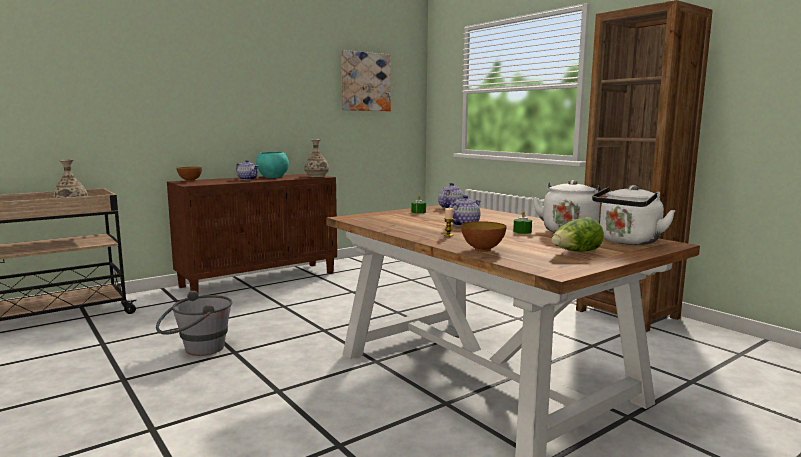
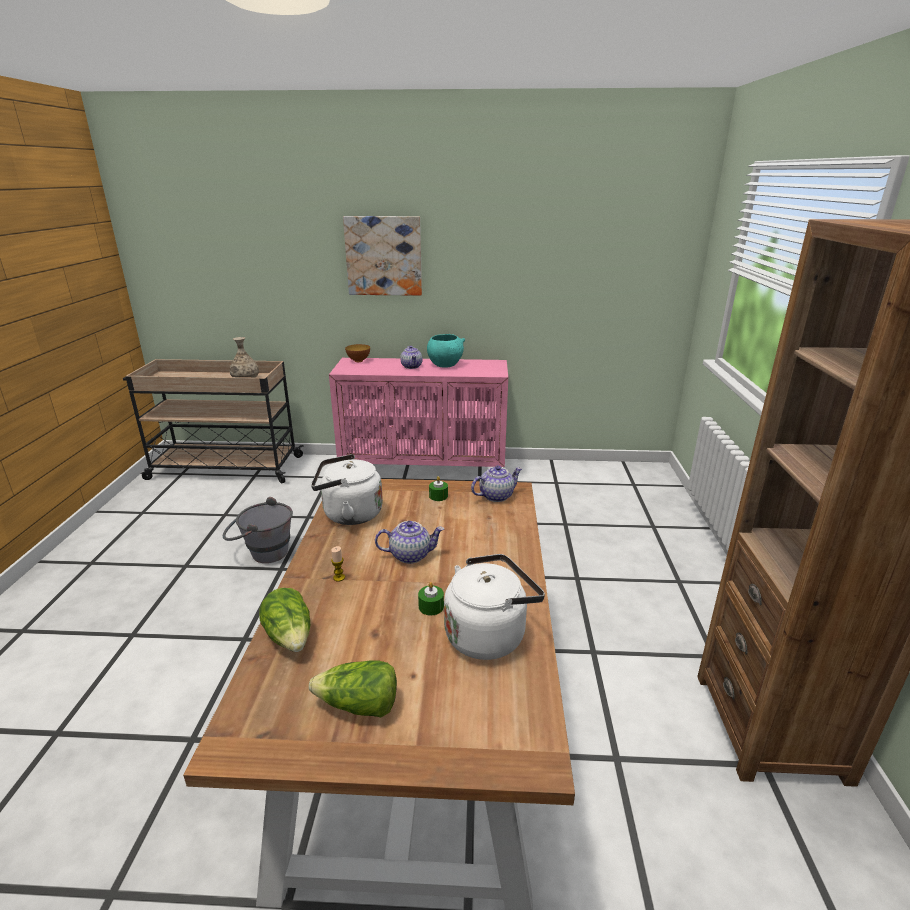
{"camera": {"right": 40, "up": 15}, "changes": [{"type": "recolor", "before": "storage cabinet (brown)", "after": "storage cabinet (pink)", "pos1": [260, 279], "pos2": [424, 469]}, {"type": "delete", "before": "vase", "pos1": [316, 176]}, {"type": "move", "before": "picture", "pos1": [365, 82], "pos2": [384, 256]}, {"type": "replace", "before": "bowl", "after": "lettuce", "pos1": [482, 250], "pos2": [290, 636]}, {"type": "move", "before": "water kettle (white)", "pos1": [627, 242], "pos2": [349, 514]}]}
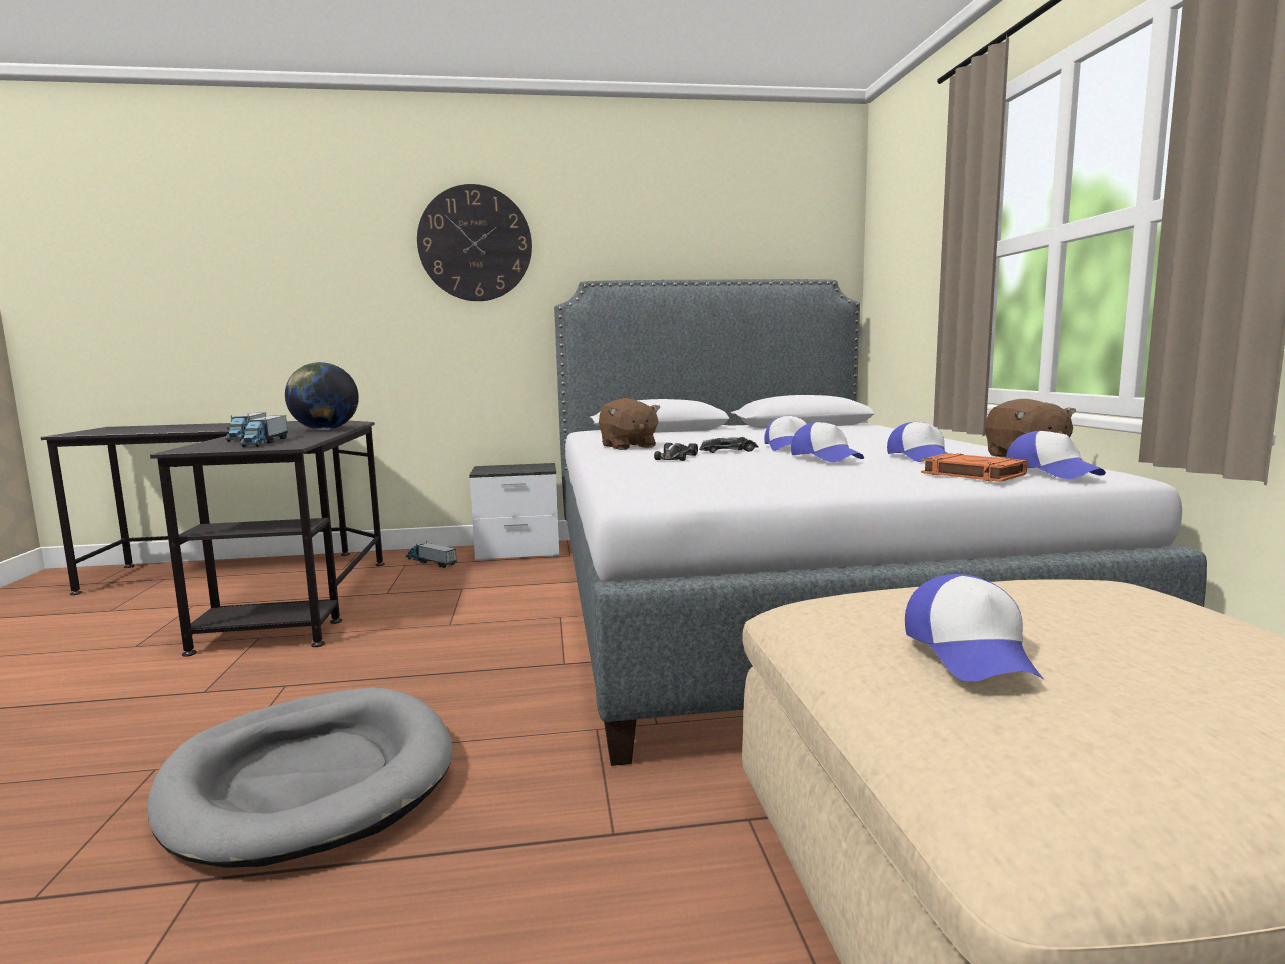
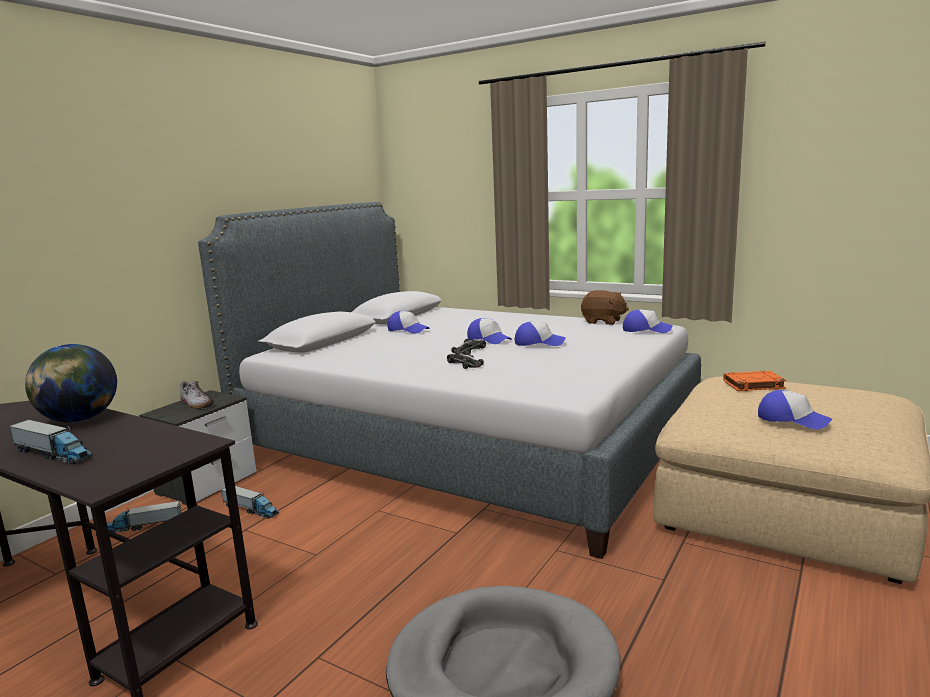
{"camera": {"right": -50, "up": 5}, "changes": [{"type": "move", "before": "toy truck", "pos1": [265, 442], "pos2": [251, 509]}, {"type": "delete", "before": "hanging clock", "pos1": [475, 243]}, {"type": "delete", "before": "cuddly toy (brown)", "pos1": [628, 446]}, {"type": "move", "before": "peaked cap", "pos1": [921, 457], "pos2": [408, 330]}, {"type": "move", "before": "bound book (orange)", "pos1": [971, 474], "pos2": [753, 385]}, {"type": "insert", "after": "item of footwear", "pos2": [196, 404]}]}
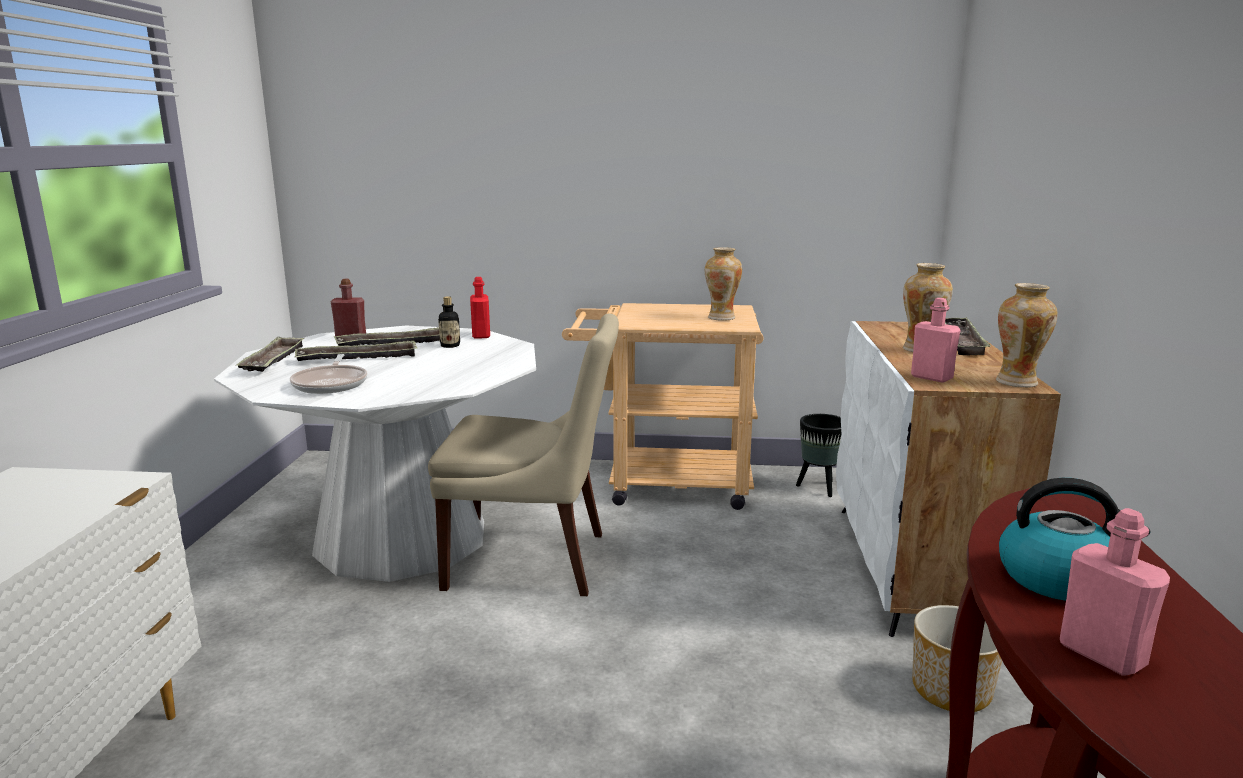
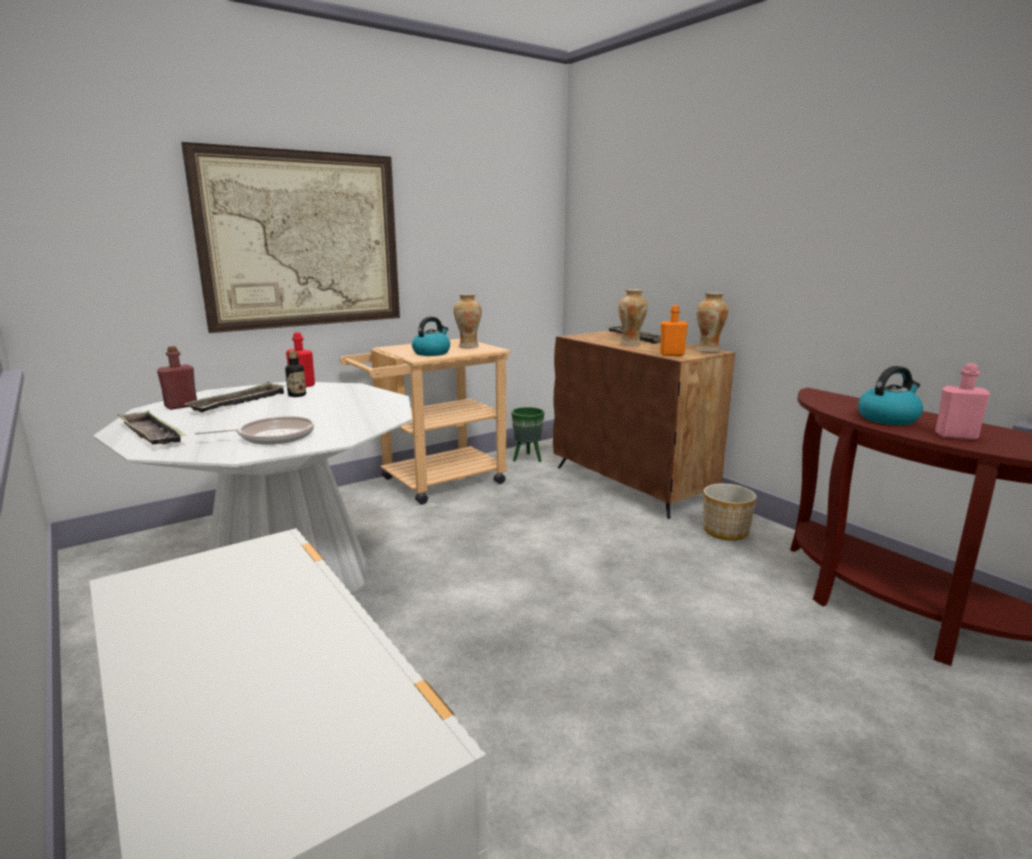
{"camera": {"right": -40, "up": 0}, "changes": [{"type": "rotate", "before": "frying pan", "pos1": [331, 384], "pos2": [272, 437], "turn": -60}, {"type": "delete", "before": "tray", "pos1": [358, 358]}, {"type": "delete", "before": "plain chair (beige-coloured)", "pos1": [533, 561]}, {"type": "recolor", "before": "planter (blackish)", "after": "planter (greenish)", "pos1": [819, 488], "pos2": [527, 459]}, {"type": "recolor", "before": "storage cabinet (white)", "after": "storage cabinet (brown)", "pos1": [914, 568], "pos2": [632, 484]}, {"type": "recolor", "before": "drink bottle (pink)", "after": "drink bottle (orange)", "pos1": [931, 377], "pos2": [672, 354]}, {"type": "insert", "after": "picture", "pos2": [303, 240]}, {"type": "insert", "after": "water kettle", "pos2": [431, 353]}]}
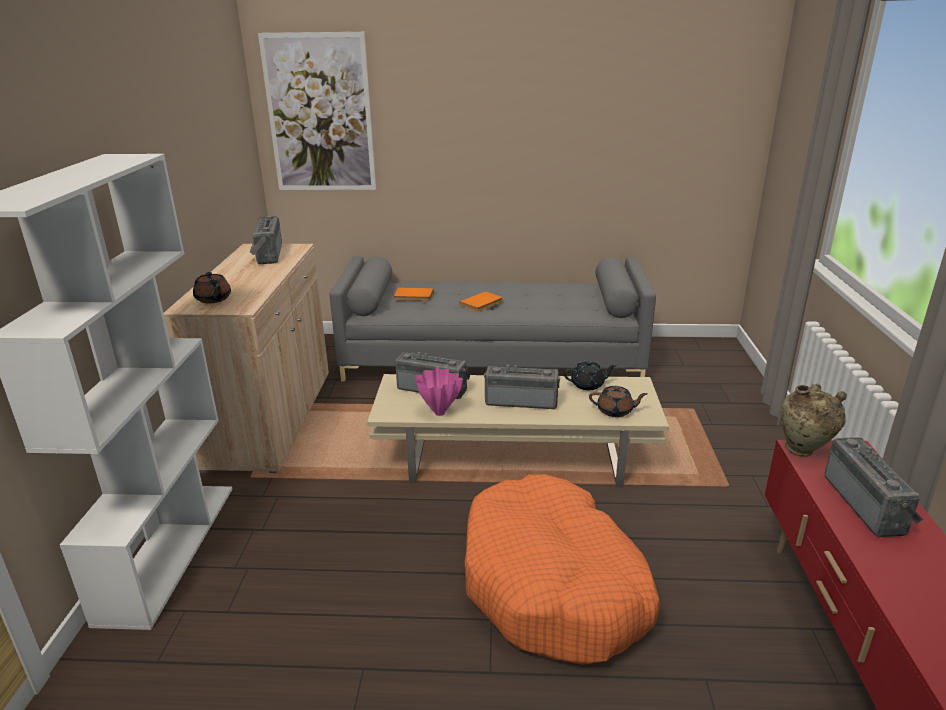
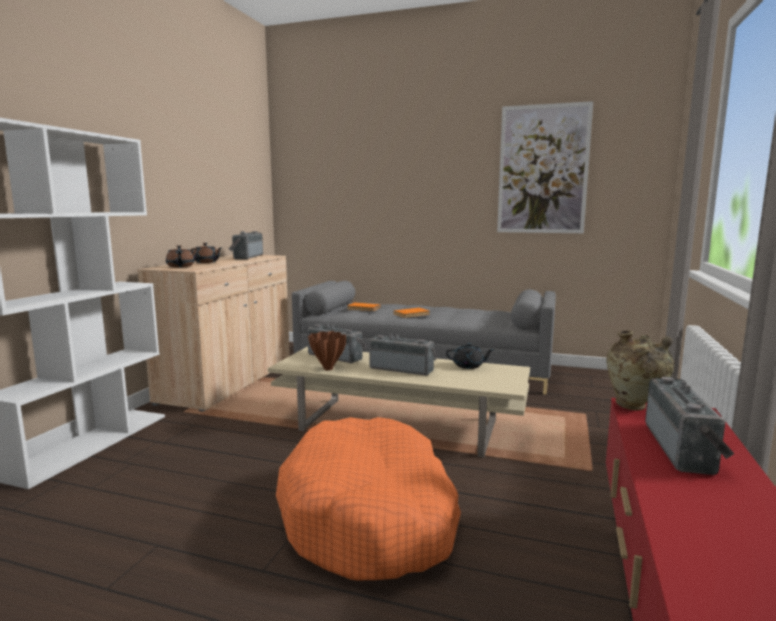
{"camera": {"right": 15, "up": -15}, "changes": [{"type": "move", "before": "picture", "pos1": [320, 114], "pos2": [543, 170]}, {"type": "recolor", "before": "vase (pink)", "after": "vase (brown)", "pos1": [438, 413], "pos2": [327, 369]}, {"type": "move", "before": "pot for tea (brown)", "pos1": [615, 411], "pos2": [206, 262]}]}
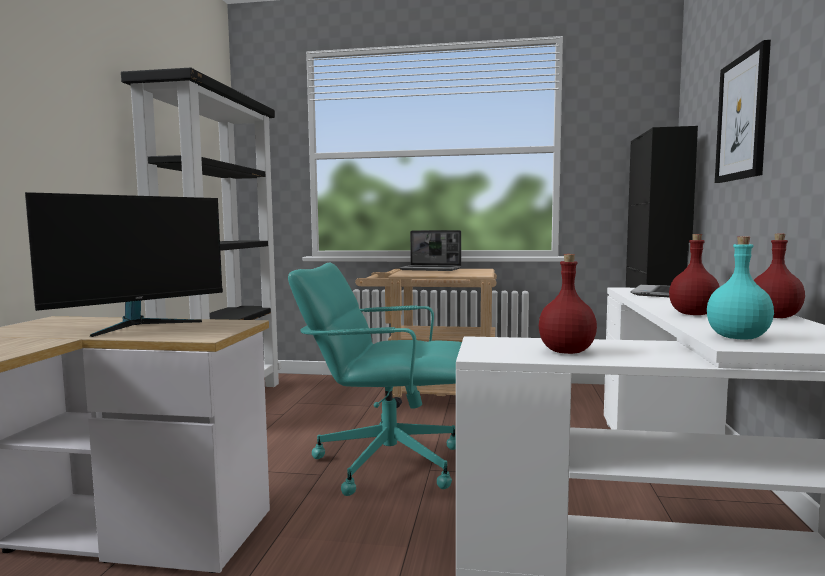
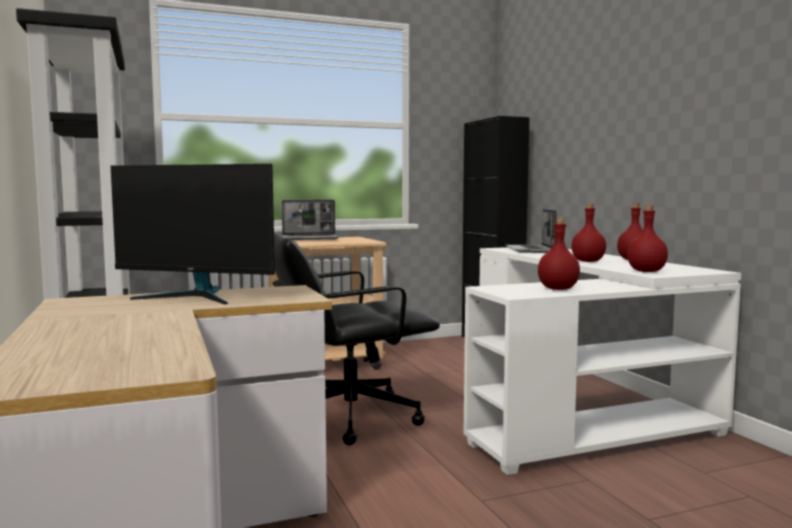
{"camera": {"right": -30, "up": 0}, "changes": [{"type": "rotate", "before": "computer display", "pos1": [139, 324], "pos2": [196, 296], "turn": 90}, {"type": "recolor", "before": "desk chair (blue-green)", "after": "desk chair (blackish)", "pos1": [387, 462], "pos2": [348, 417]}, {"type": "recolor", "before": "drink bottle (blue-green)", "after": "drink bottle (red-coloured)", "pos1": [737, 338], "pos2": [646, 271]}, {"type": "delete", "before": "picture", "pos1": [743, 118]}]}
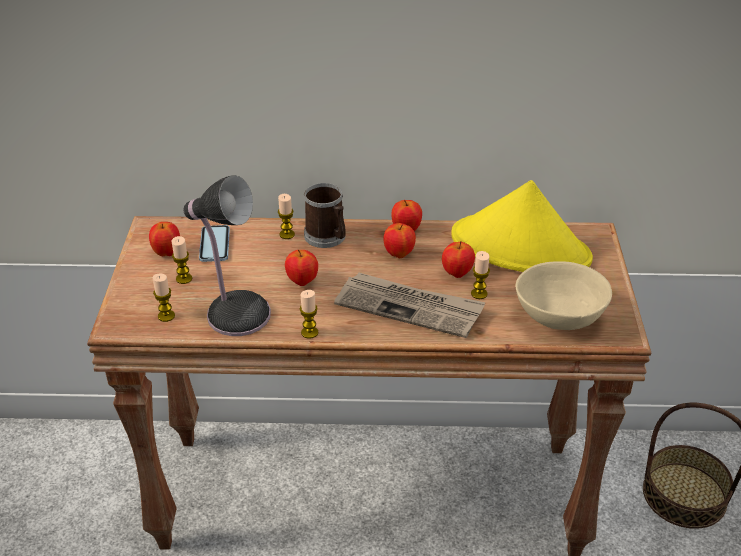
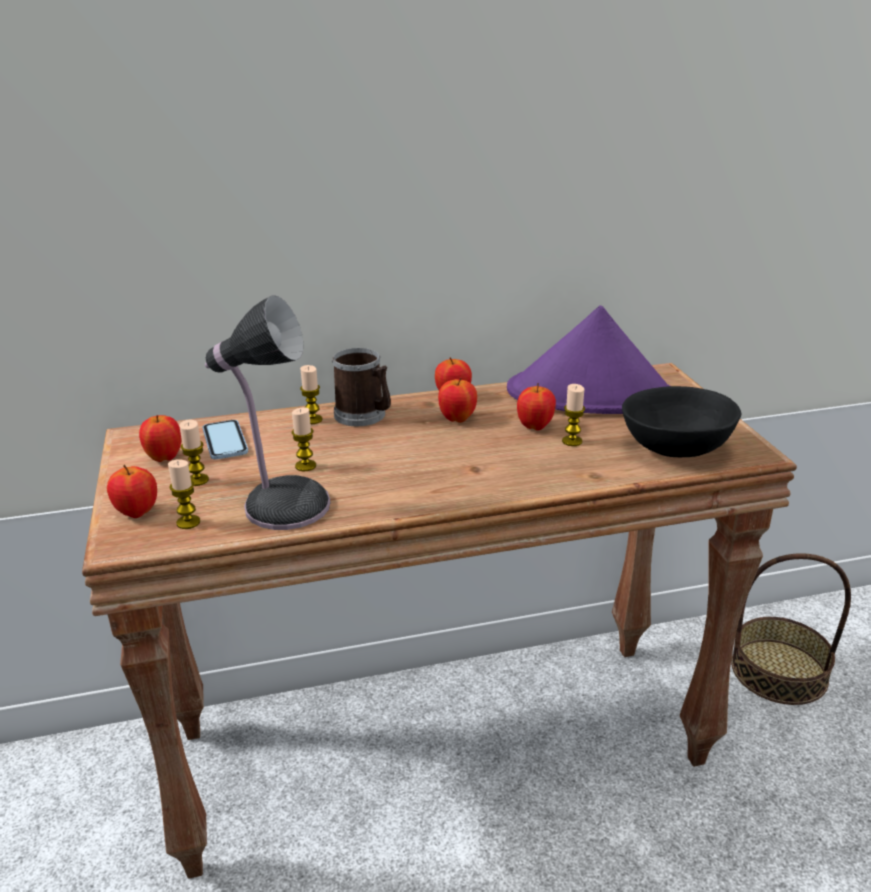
{"camera": {"right": -15, "up": -10}, "changes": [{"type": "move", "before": "whole apple", "pos1": [302, 281], "pos2": [137, 513]}, {"type": "move", "before": "wax light", "pos1": [309, 332], "pos2": [305, 466]}, {"type": "delete", "before": "daily paper", "pos1": [410, 307]}, {"type": "recolor", "before": "wearable hat (yellowish)", "after": "wearable hat (purple)", "pos1": [521, 248], "pos2": [591, 395]}, {"type": "recolor", "before": "bowl (beige-coloured)", "after": "bowl (blackish)", "pos1": [561, 317], "pos2": [677, 448]}]}
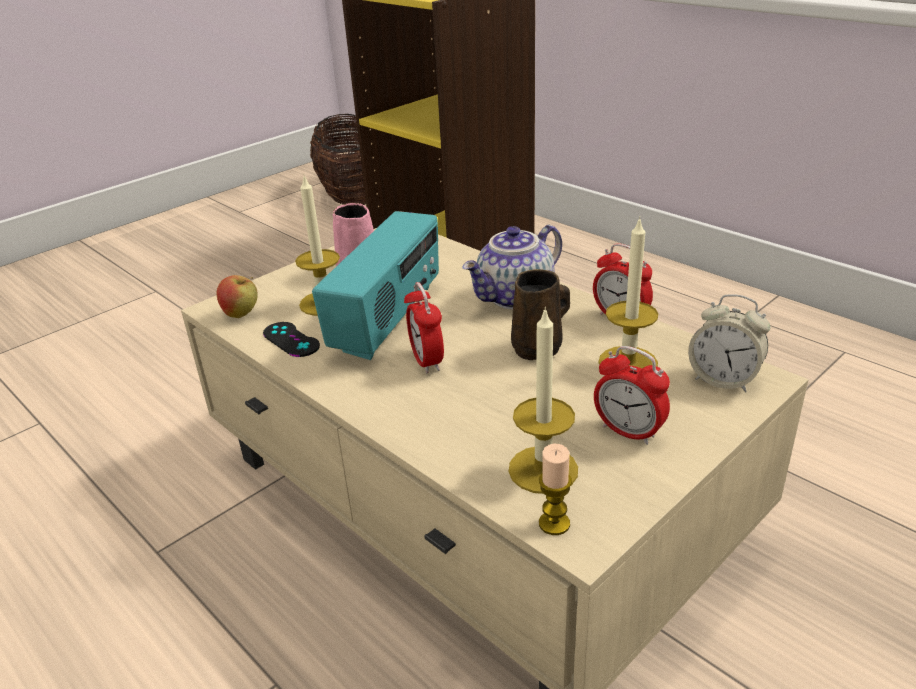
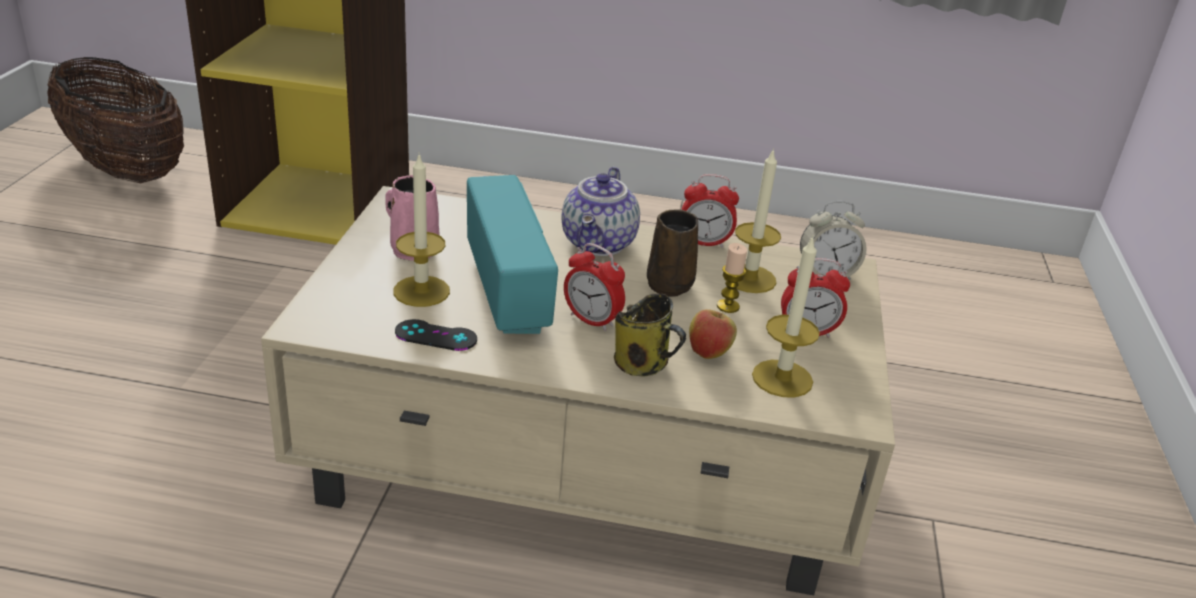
{"camera": {"right": -40, "up": 0}, "changes": [{"type": "move", "before": "whole apple", "pos1": [241, 314], "pos2": [709, 353]}, {"type": "move", "before": "wax light", "pos1": [554, 523], "pos2": [728, 306]}, {"type": "insert", "after": "mug", "pos2": [643, 365]}]}
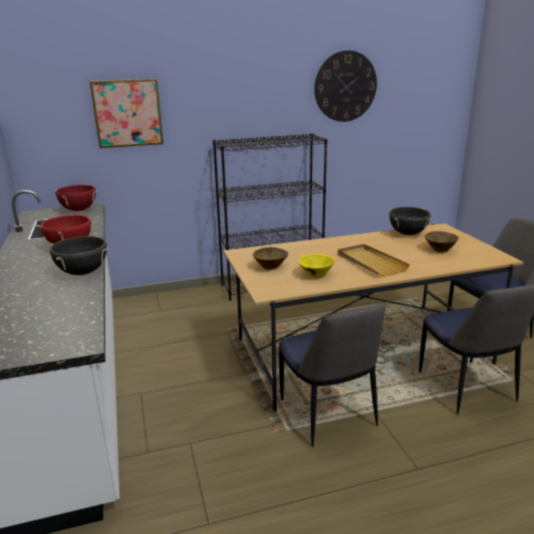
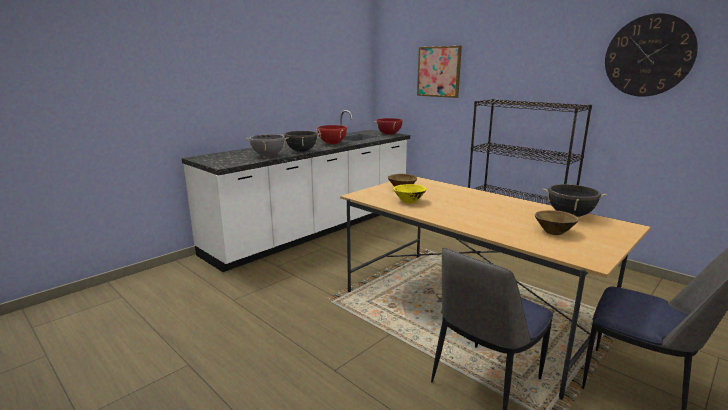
{"camera": {"right": 60, "up": -5}, "changes": [{"type": "delete", "before": "plain chair", "pos1": [328, 415]}, {"type": "delete", "before": "tray (beige-coloured)", "pos1": [370, 262]}, {"type": "insert", "after": "saucepot (greyish)", "pos2": [268, 156]}]}
